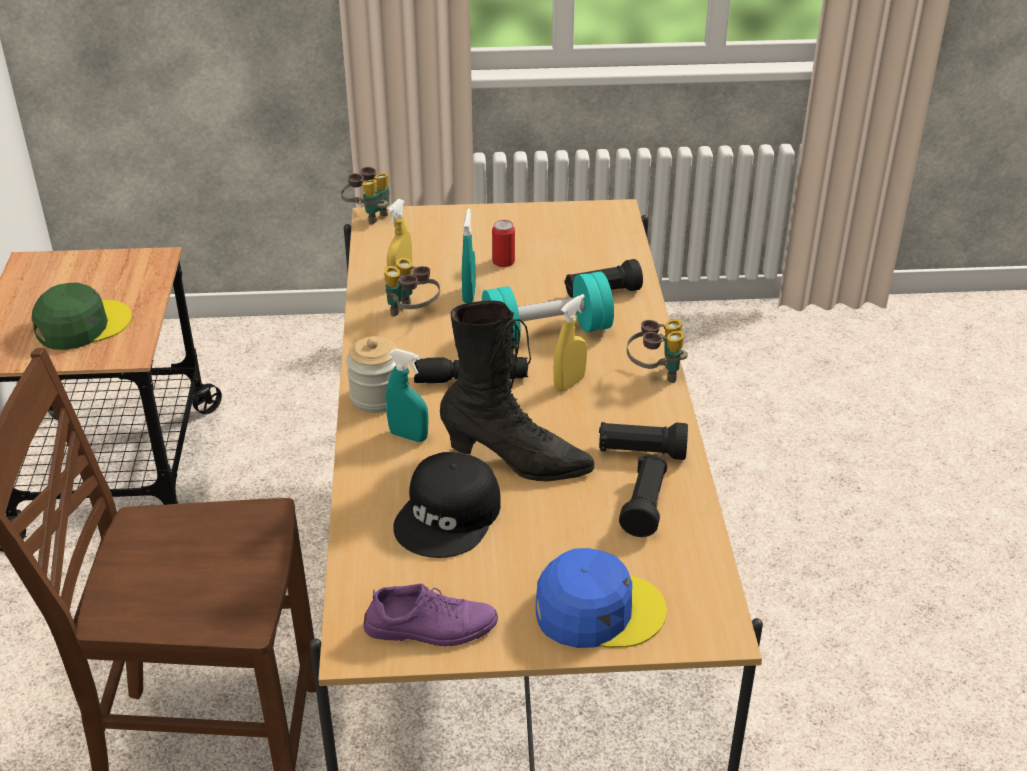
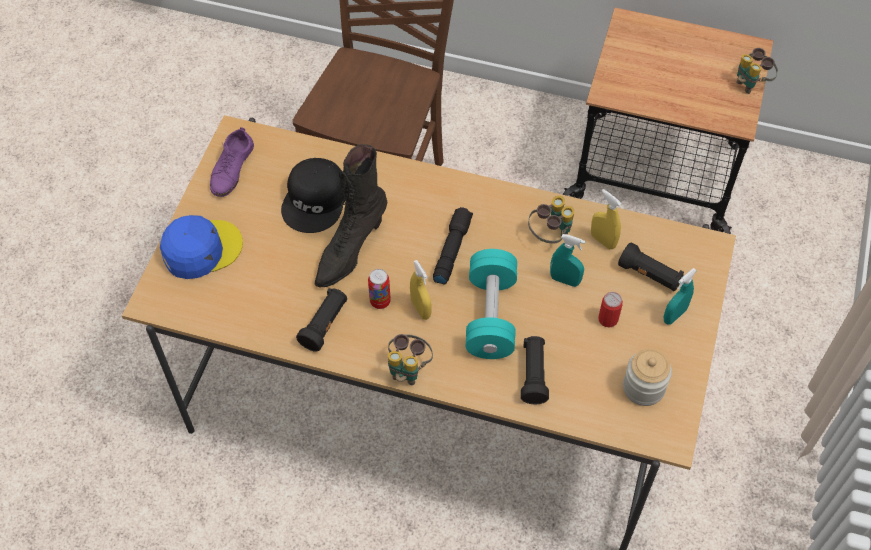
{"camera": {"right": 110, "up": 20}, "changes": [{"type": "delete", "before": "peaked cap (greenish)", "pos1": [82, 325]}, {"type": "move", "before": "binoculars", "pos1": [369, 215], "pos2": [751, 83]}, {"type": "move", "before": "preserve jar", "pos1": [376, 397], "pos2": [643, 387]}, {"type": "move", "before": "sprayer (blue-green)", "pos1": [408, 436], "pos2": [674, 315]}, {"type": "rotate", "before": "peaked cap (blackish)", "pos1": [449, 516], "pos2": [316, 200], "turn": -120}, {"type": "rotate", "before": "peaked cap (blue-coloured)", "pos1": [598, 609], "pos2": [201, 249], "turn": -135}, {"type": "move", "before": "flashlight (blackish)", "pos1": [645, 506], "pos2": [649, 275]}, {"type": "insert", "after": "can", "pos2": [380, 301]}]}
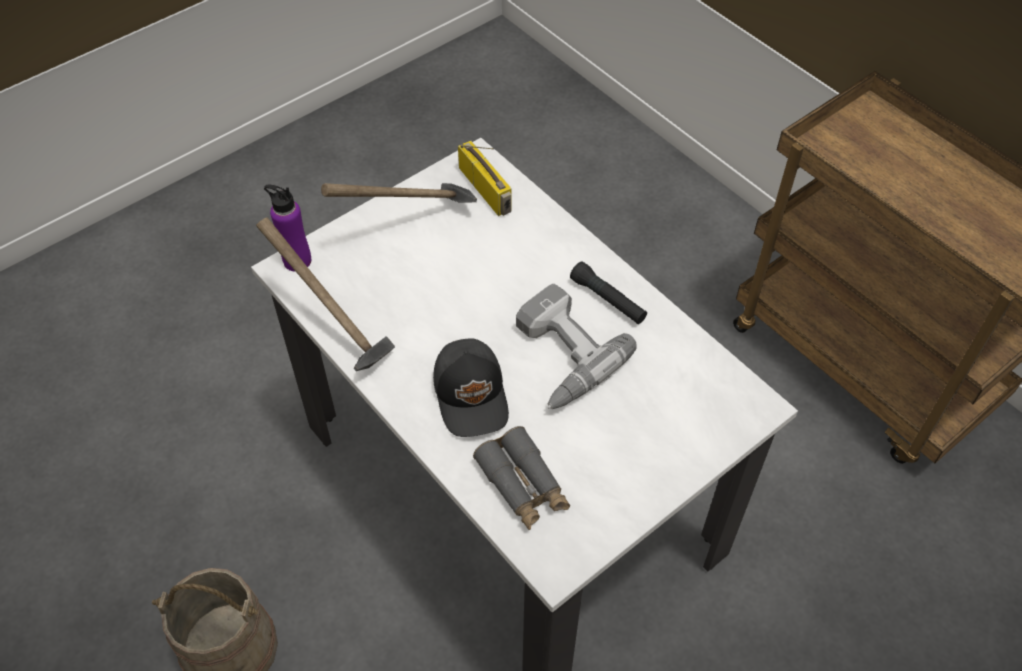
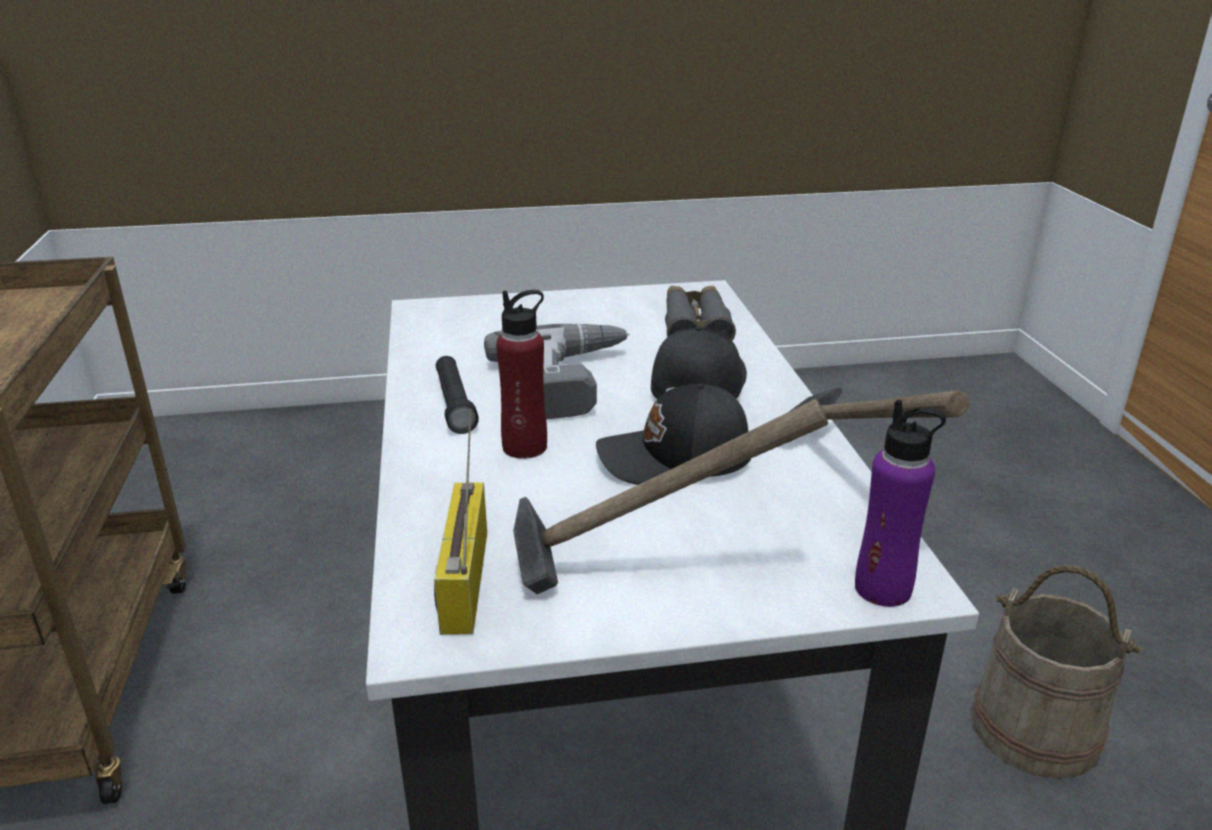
{"camera": {"right": -150, "up": -25}, "changes": [{"type": "insert", "after": "drink bottle (red-coloured)", "pos2": [525, 447]}, {"type": "insert", "after": "peaked cap (blackish)", "pos2": [676, 459]}]}
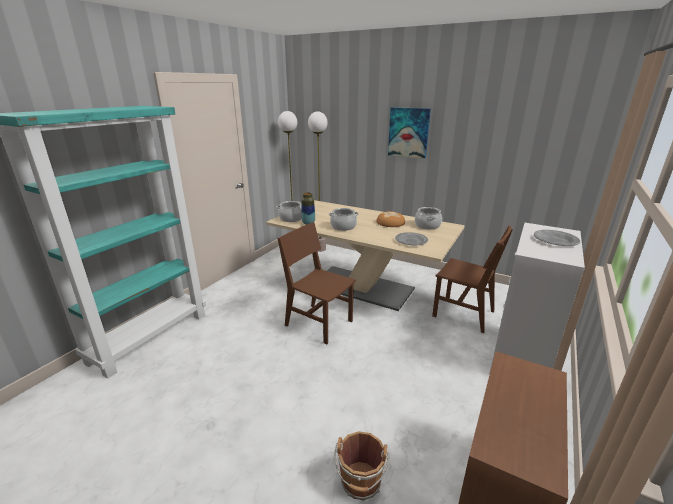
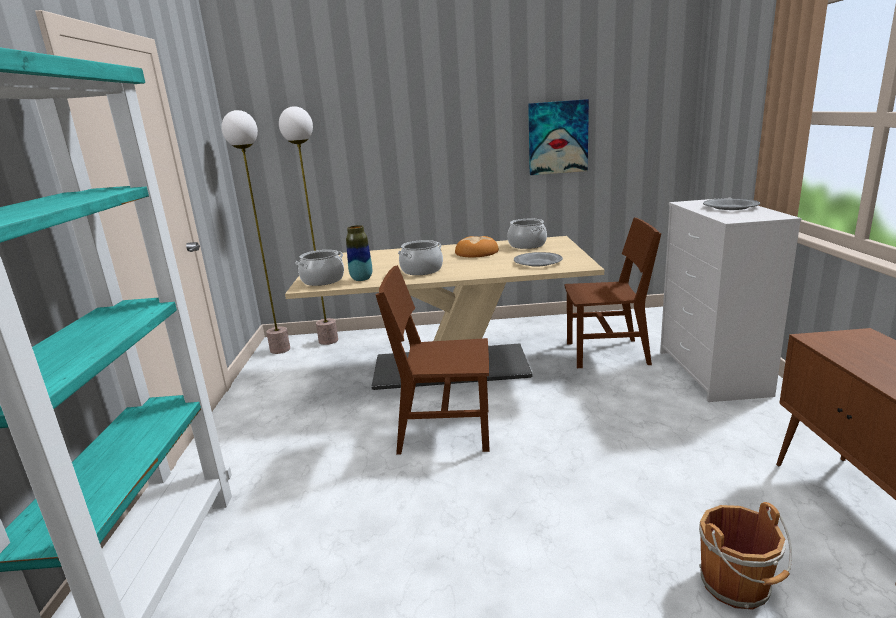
{"camera": {"right": -30, "up": -5}, "changes": [{"type": "move", "before": "picture", "pos1": [408, 132], "pos2": [557, 137]}]}
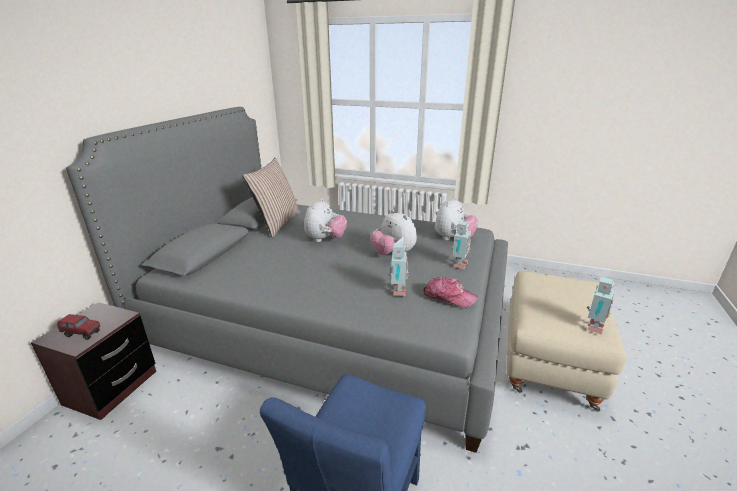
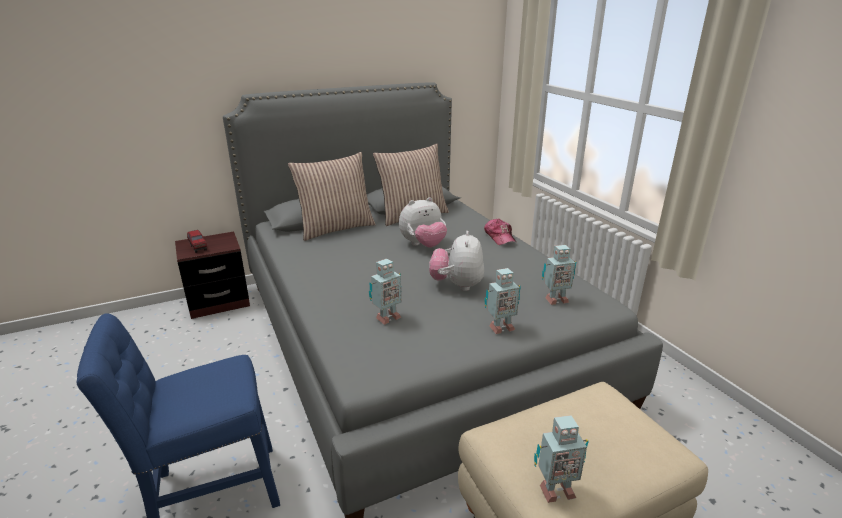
{"camera": {"right": 45, "up": 0}, "changes": [{"type": "move", "before": "peaked cap", "pos1": [449, 297], "pos2": [500, 237]}, {"type": "replace", "before": "cuddly toy", "after": "robot figure", "pos1": [453, 238], "pos2": [555, 299]}, {"type": "insert", "after": "throw pillow", "pos2": [336, 228]}]}
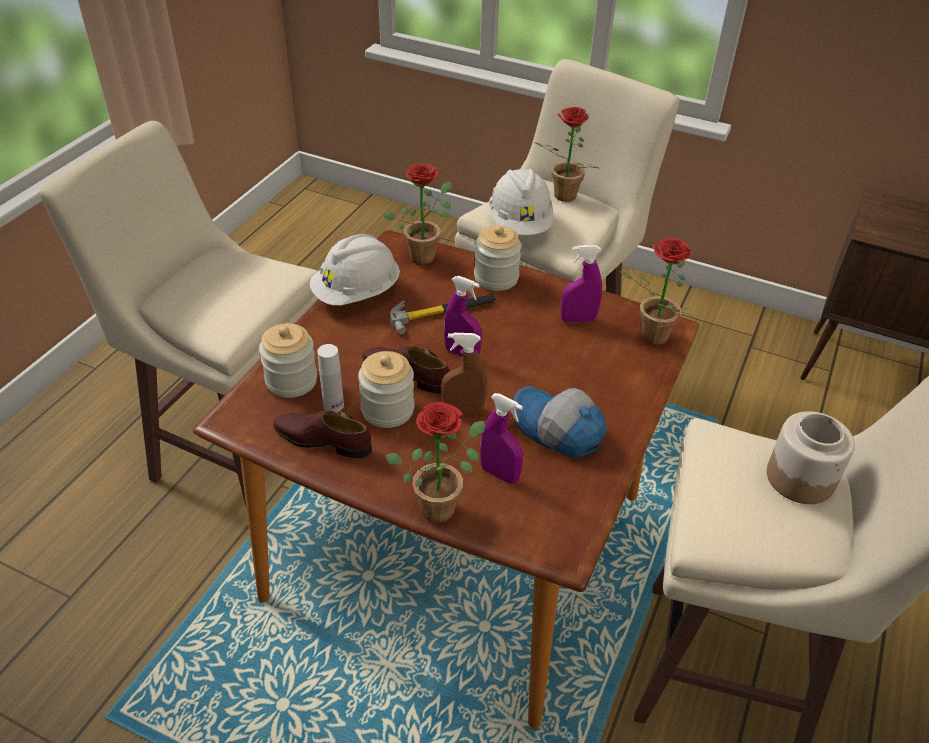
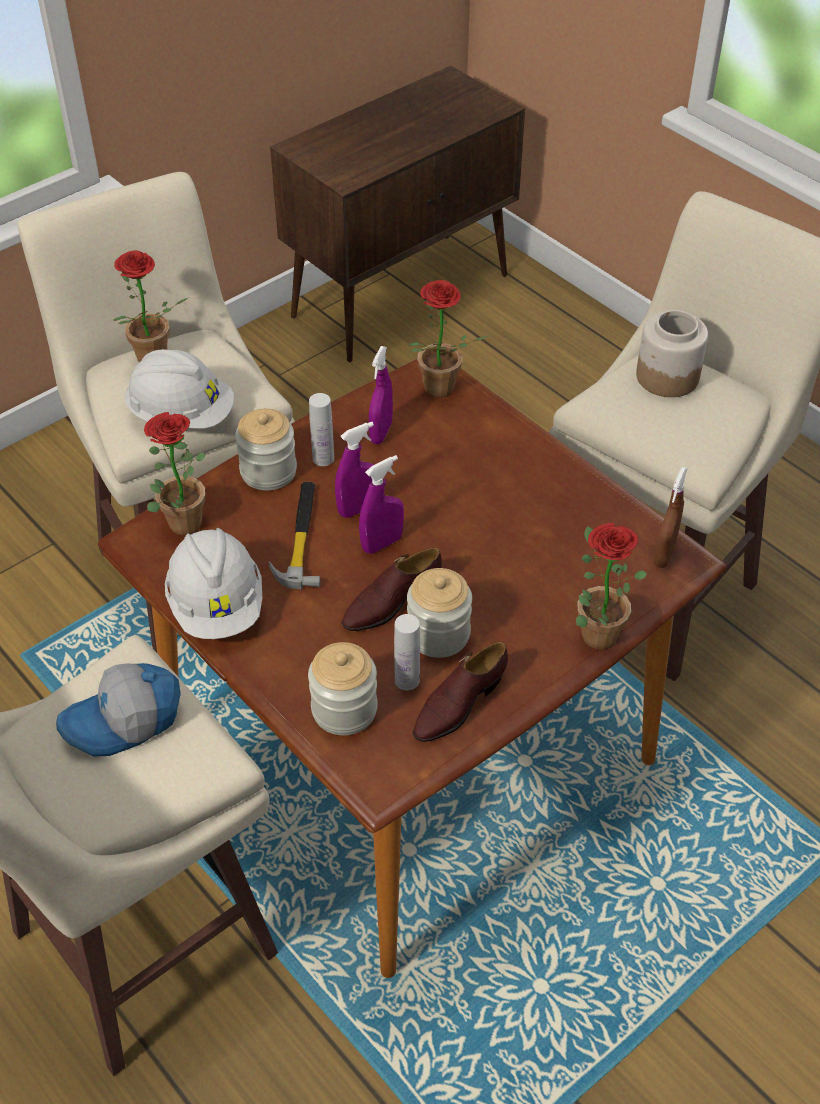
{"camera": {"right": -65, "up": 5}, "changes": [{"type": "move", "before": "sprayer (brown)", "pos1": [463, 409], "pos2": [664, 554]}, {"type": "move", "before": "sprayer (purple)", "pos1": [499, 474], "pos2": [358, 509]}, {"type": "move", "before": "peaked cap", "pos1": [556, 430], "pos2": [124, 721]}, {"type": "insert", "after": "drink bottle (white)", "pos2": [323, 458]}]}
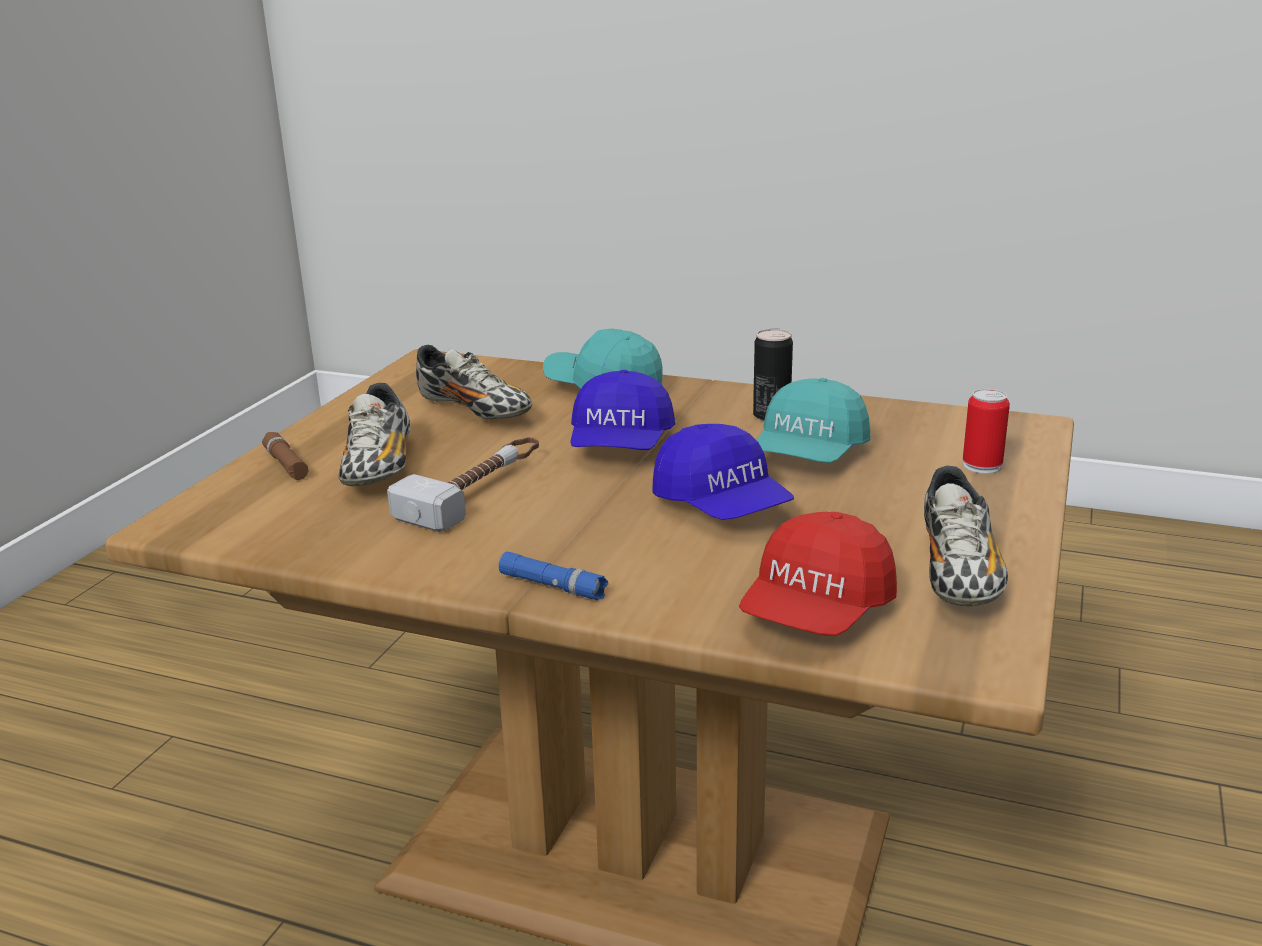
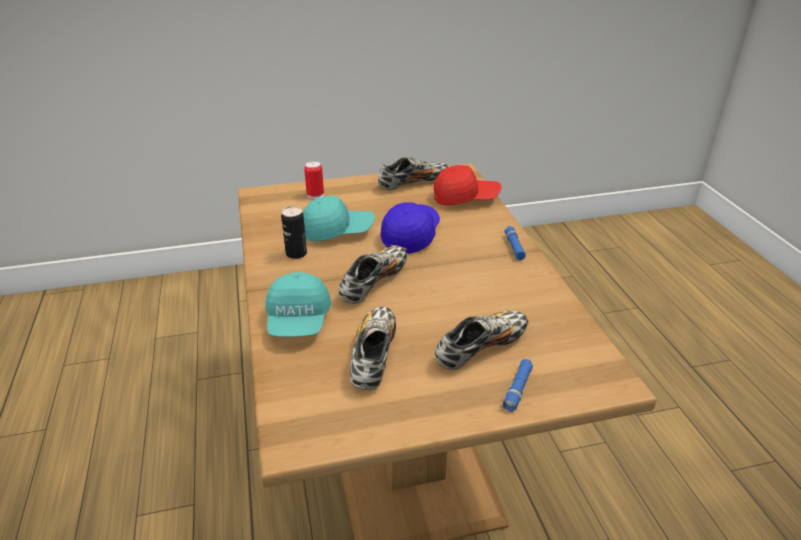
{"camera": {"right": -125, "up": 10}, "changes": [{"type": "recolor", "before": "flashlight (brown)", "after": "flashlight (blue-coloured)", "pos1": [286, 464], "pos2": [517, 389]}, {"type": "delete", "before": "hand hammer", "pos1": [477, 490]}, {"type": "replace", "before": "peaked cap (blue-coloured)", "after": "item of footwear", "pos1": [620, 445], "pos2": [374, 283]}]}
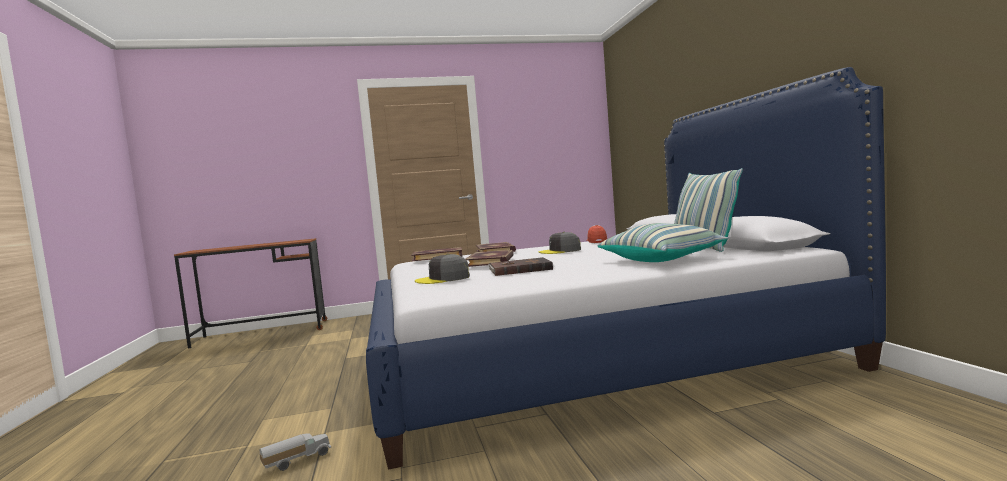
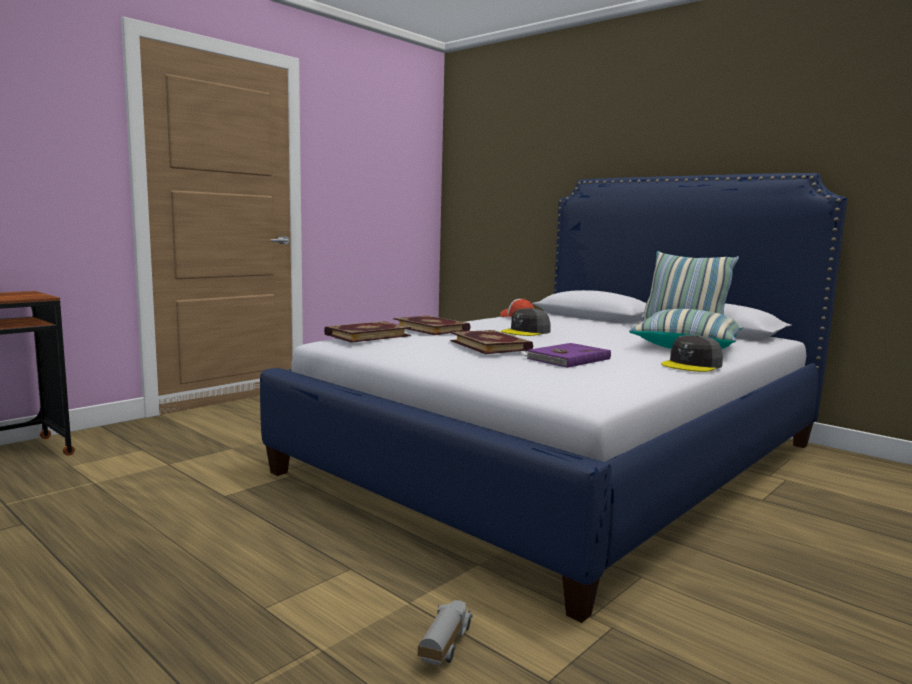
{"camera": {"right": -35, "up": 5}, "changes": [{"type": "move", "before": "peaked cap (greyish)", "pos1": [443, 279], "pos2": [692, 365]}, {"type": "recolor", "before": "bound book (brown)", "after": "bound book (purple)", "pos1": [519, 269], "pos2": [567, 359]}]}
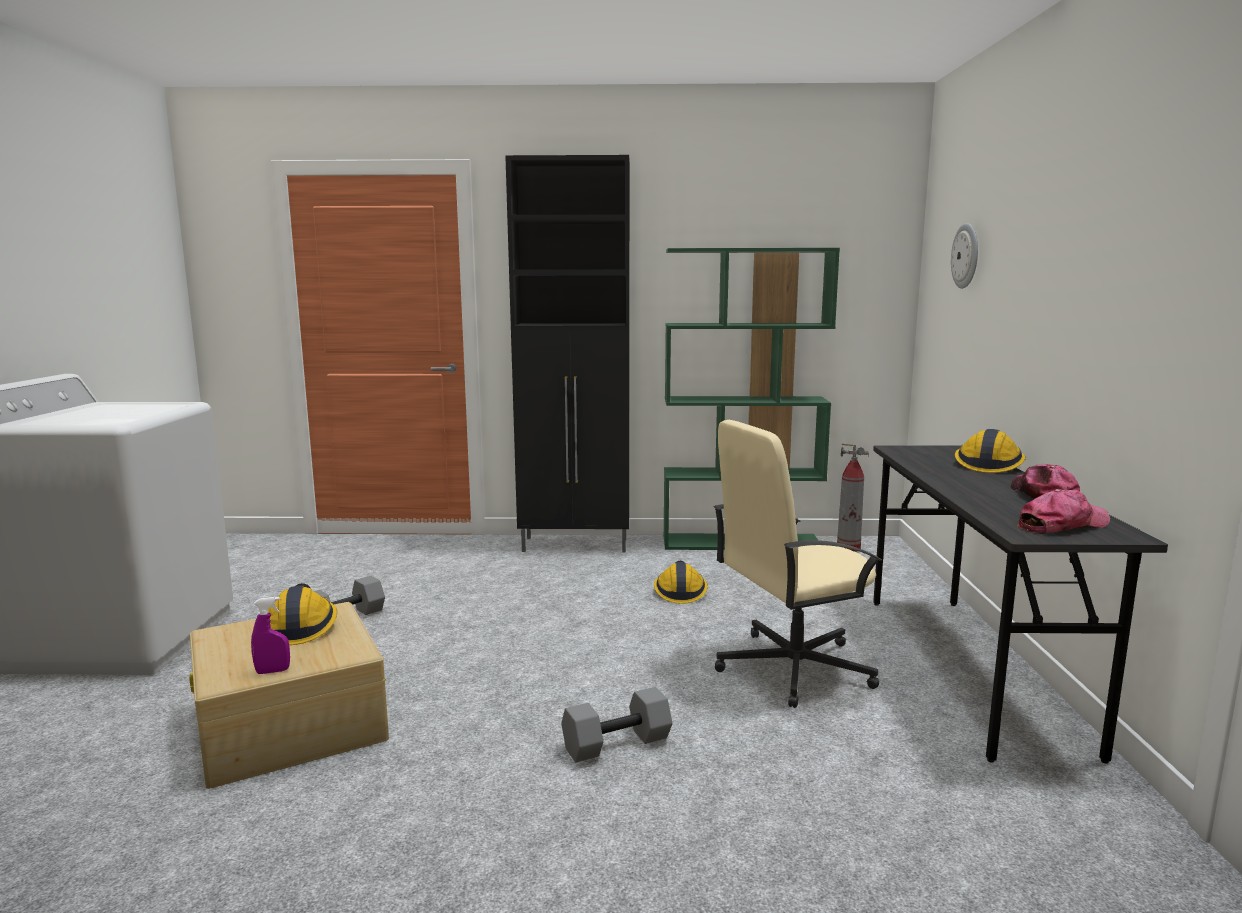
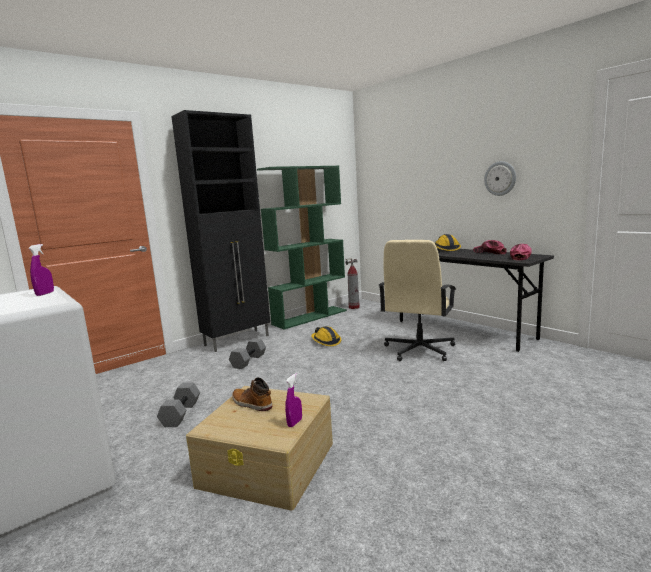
{"camera": {"right": -40, "up": 0}, "changes": [{"type": "replace", "before": "hard hat", "after": "boot", "pos1": [299, 627], "pos2": [251, 404]}, {"type": "move", "before": "hand weight (greyish)", "pos1": [617, 742], "pos2": [248, 361]}, {"type": "move", "before": "hanging clock", "pos1": [966, 256], "pos2": [500, 178]}, {"type": "insert", "after": "sprayer (purple)", "pos2": [45, 294]}]}
